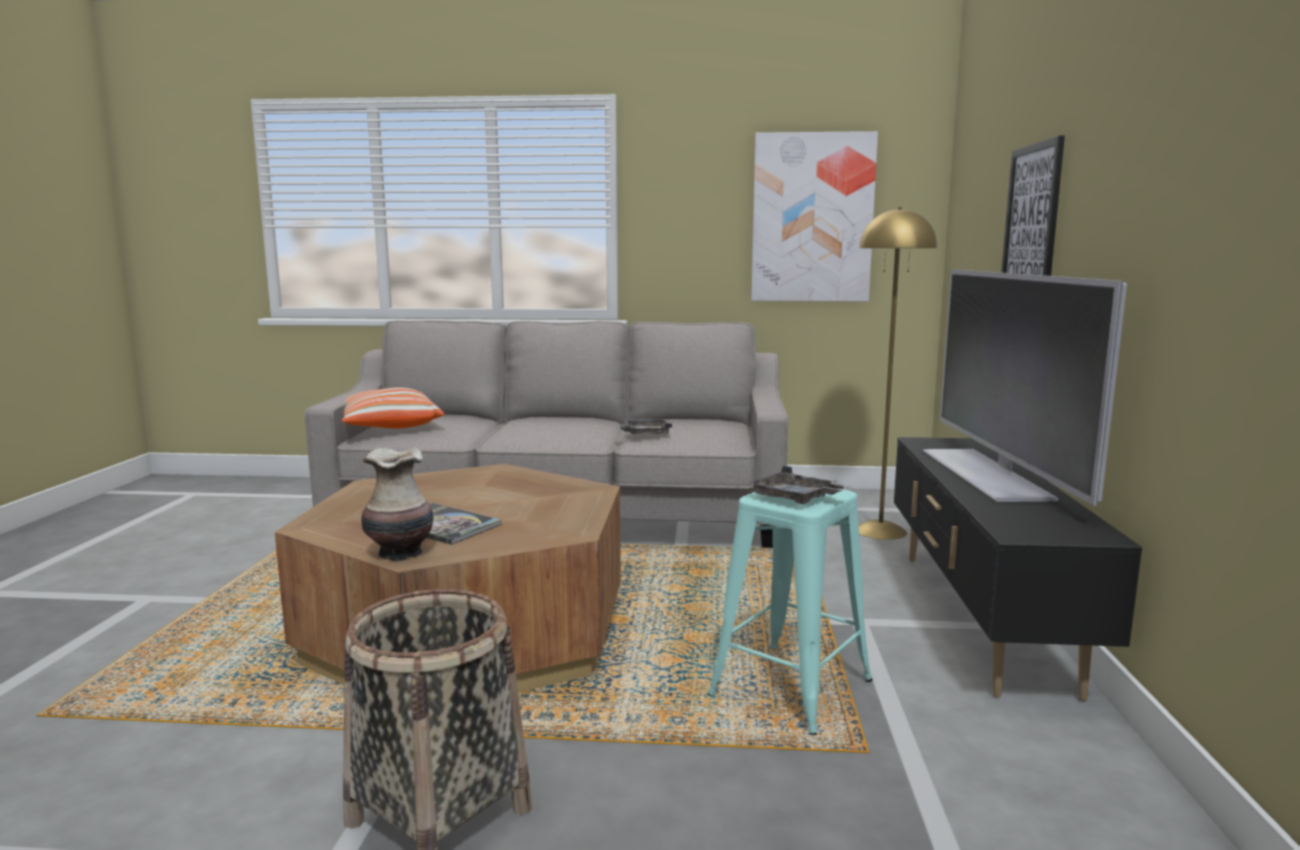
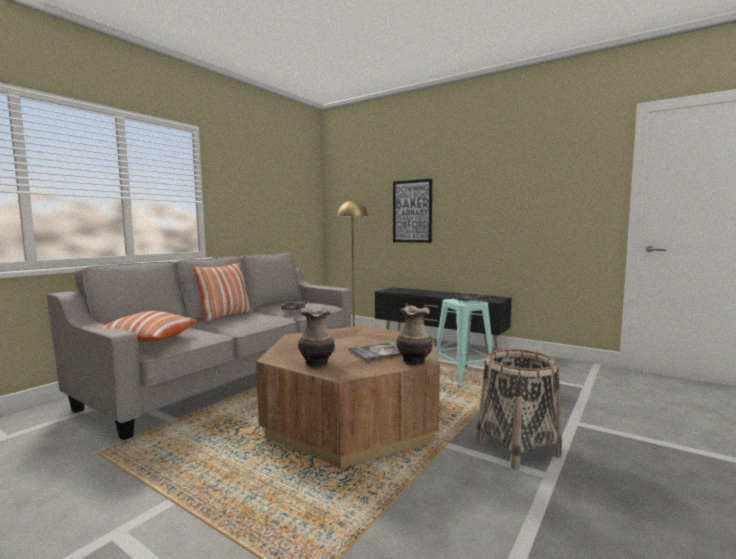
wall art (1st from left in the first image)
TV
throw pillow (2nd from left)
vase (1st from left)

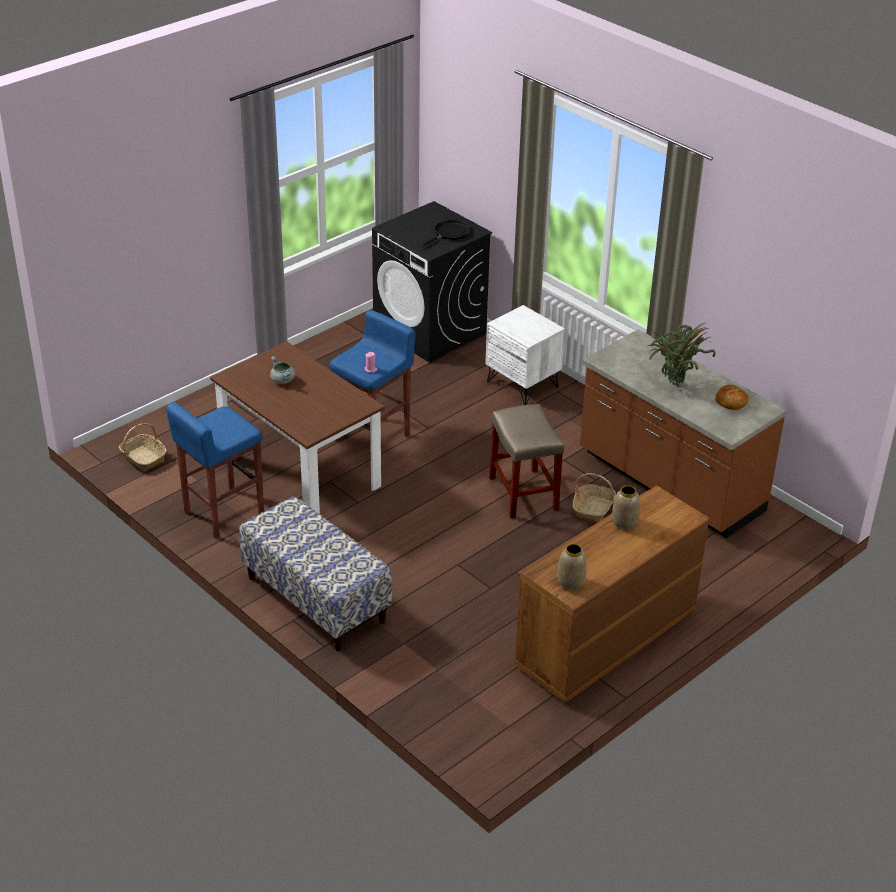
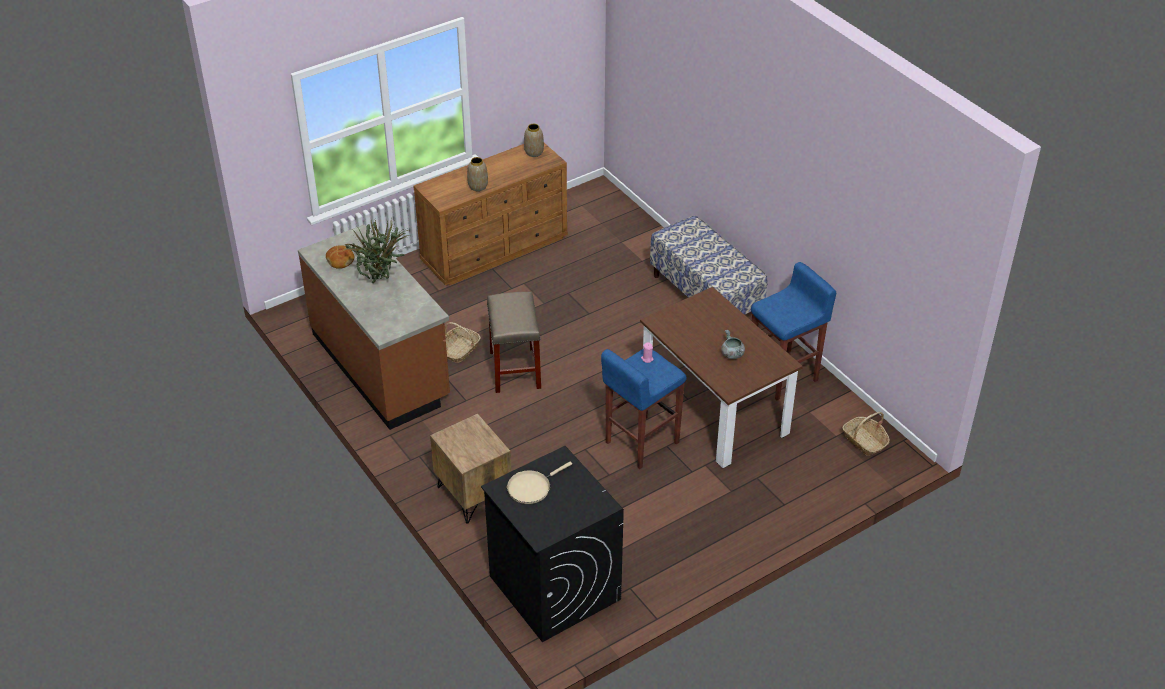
beige pan
brown-coloured night table

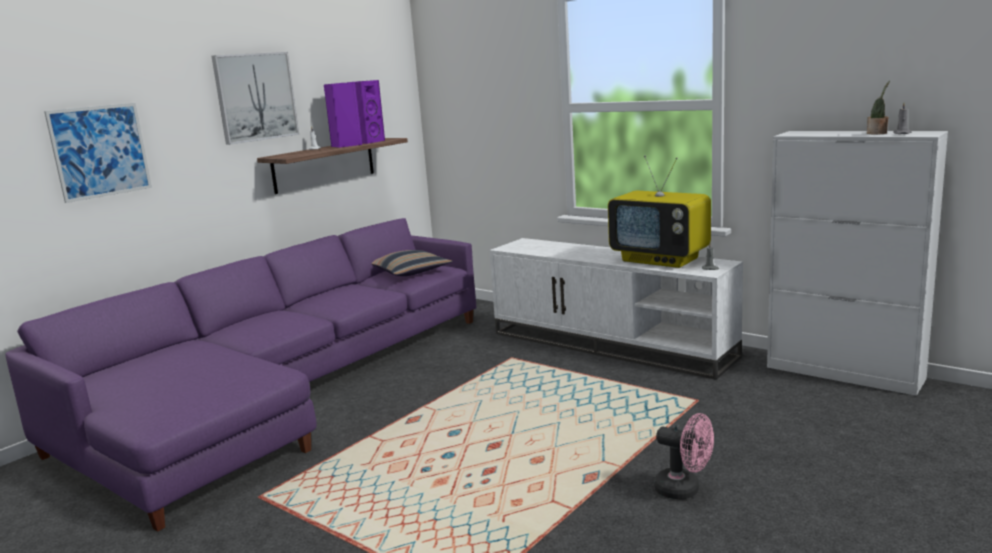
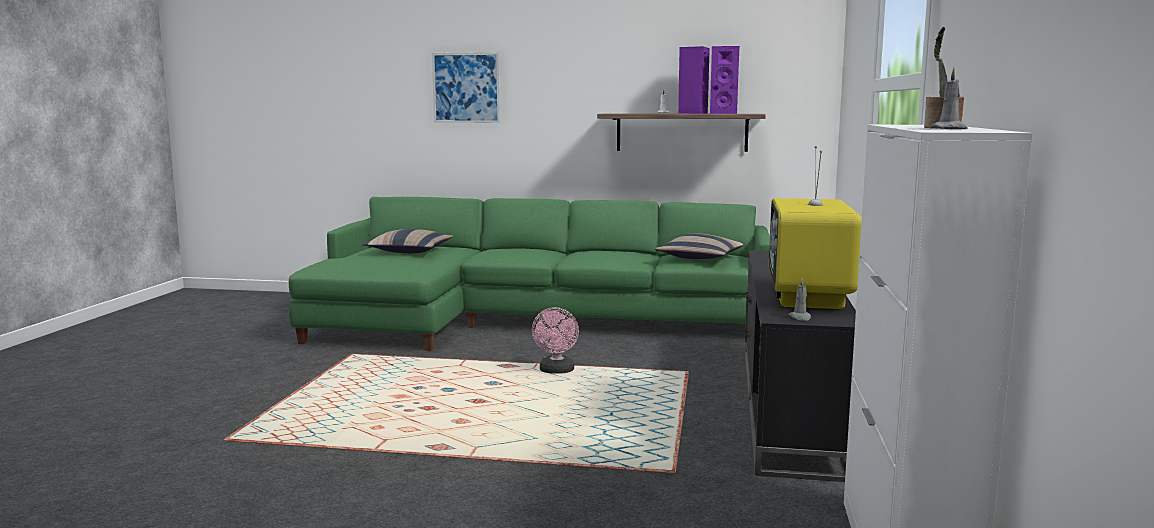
green-coloured sofa
wall art (2nd from left in the first image)
black-coloured tv stand
pink-coloured fan
throw pillow (1st from left)

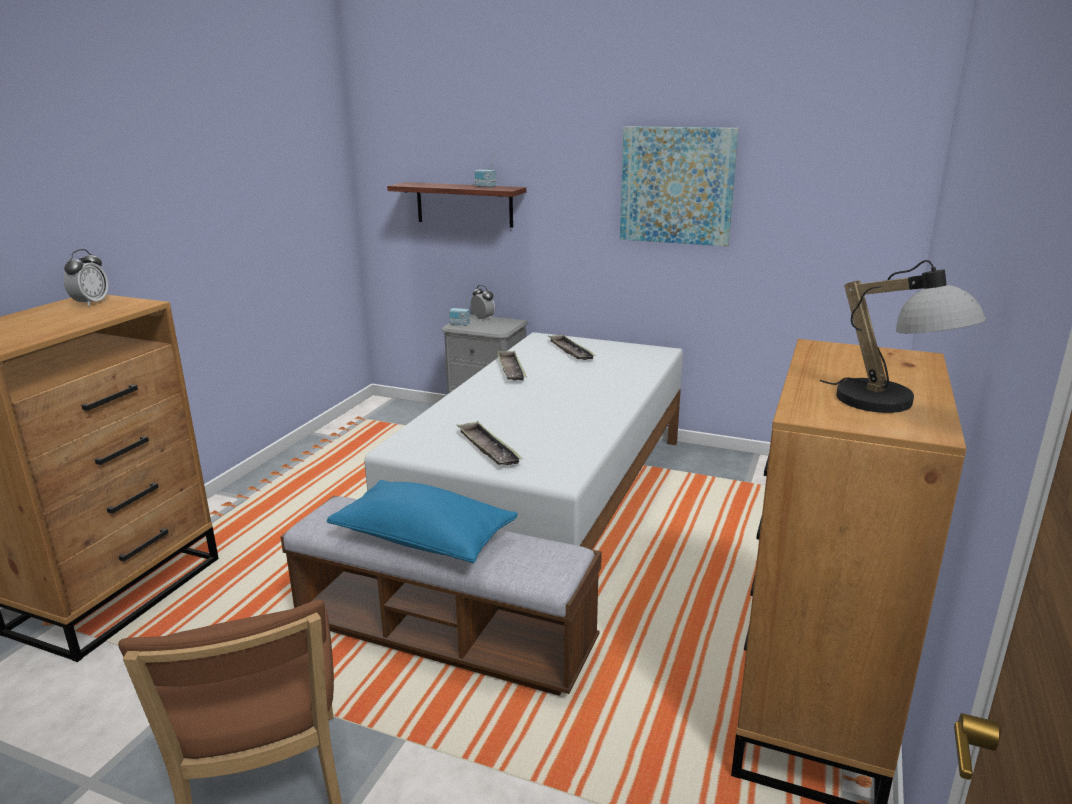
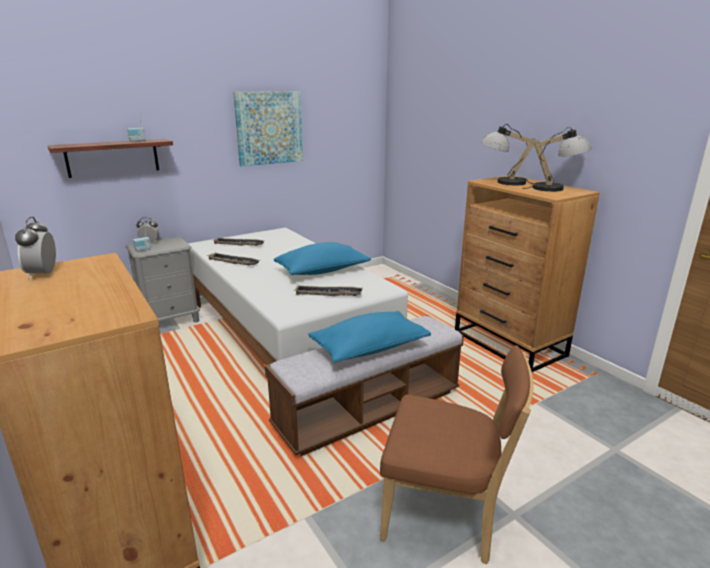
alarm clock (1st from left)
blue throw pillow (1st from left)
table lamp (1st from left)

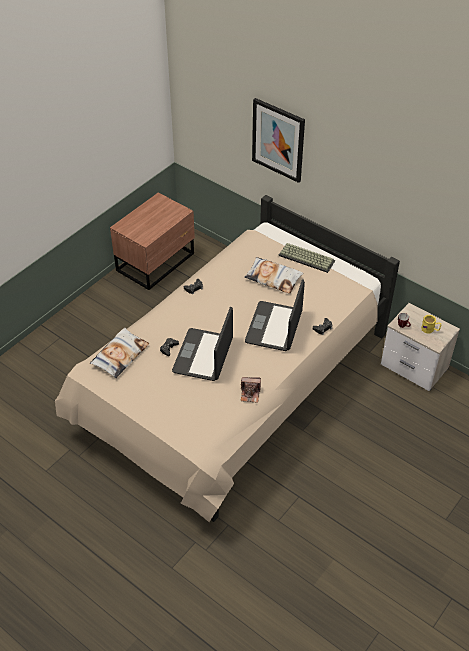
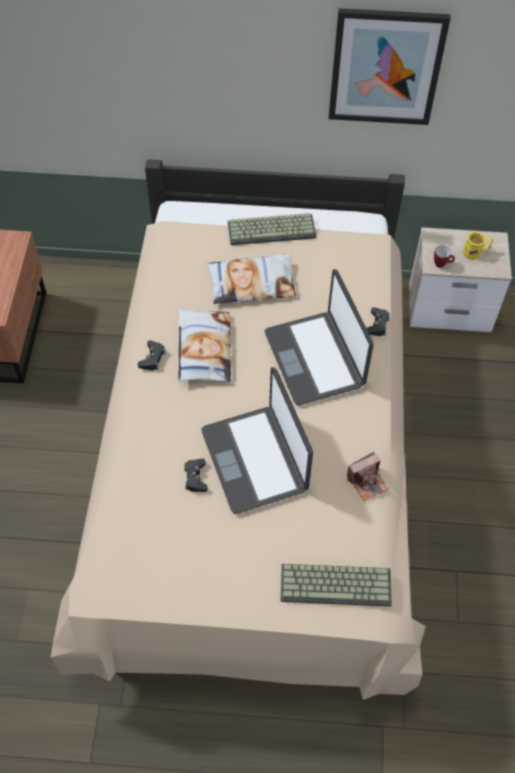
throw pillow (1st from left)
wall art
computer keyboard (2nd from left)

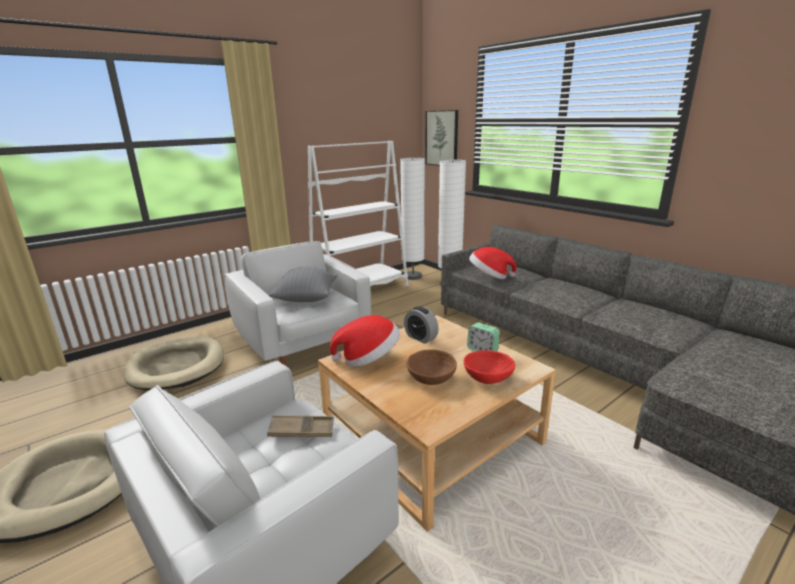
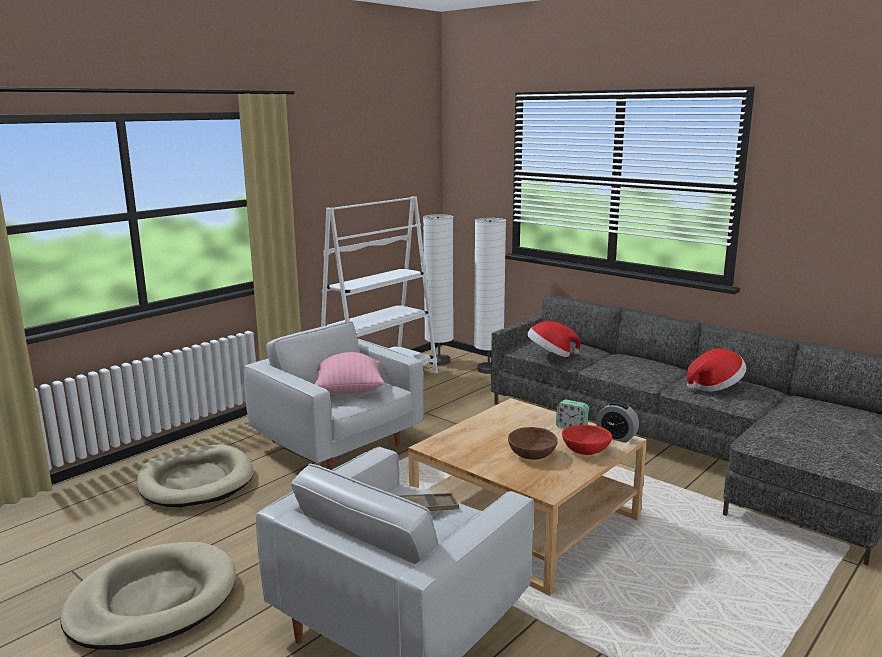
pink-coloured throw pillow
hat (2nd from left)
alarm clock (2nd from left)
wall art

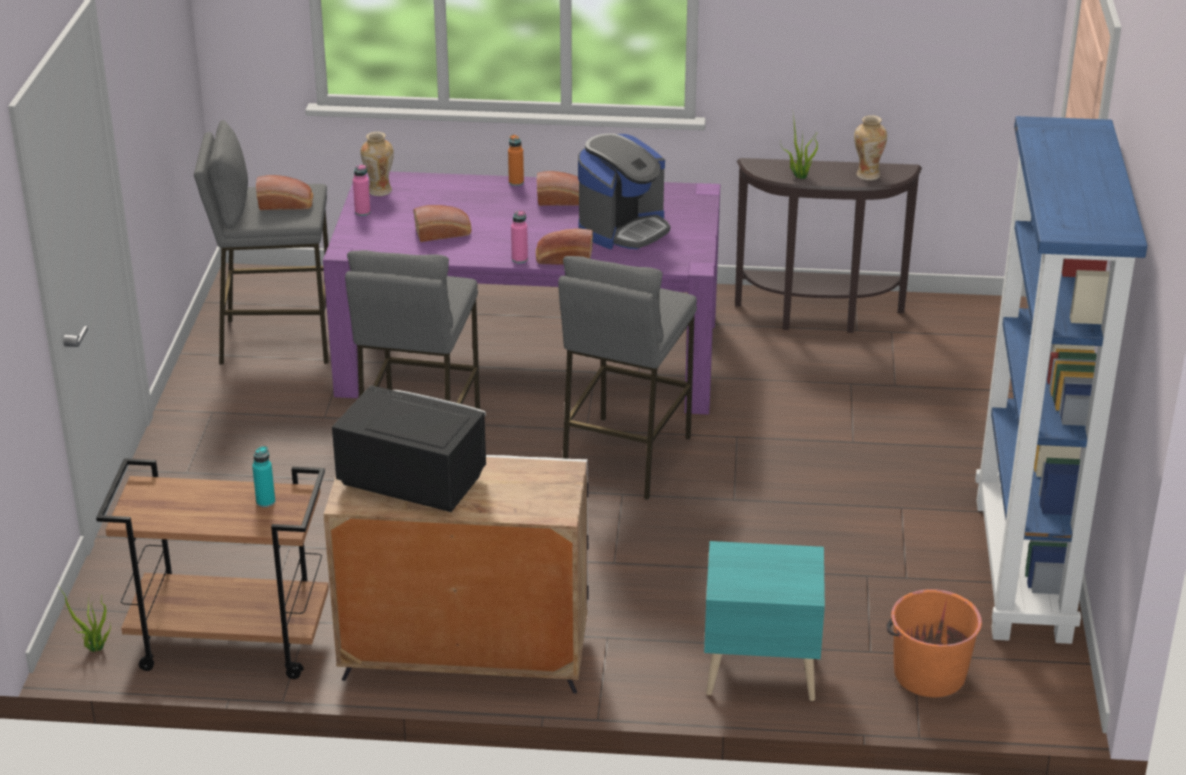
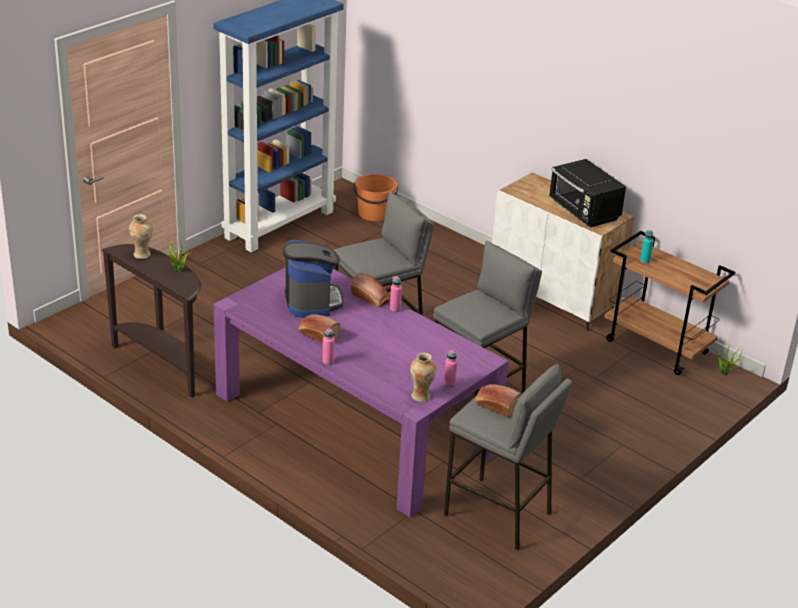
bread (2nd from left in the first image)
pink-coloured drink bottle (1st from left)
coffee brewer
turquoise-coloured night table

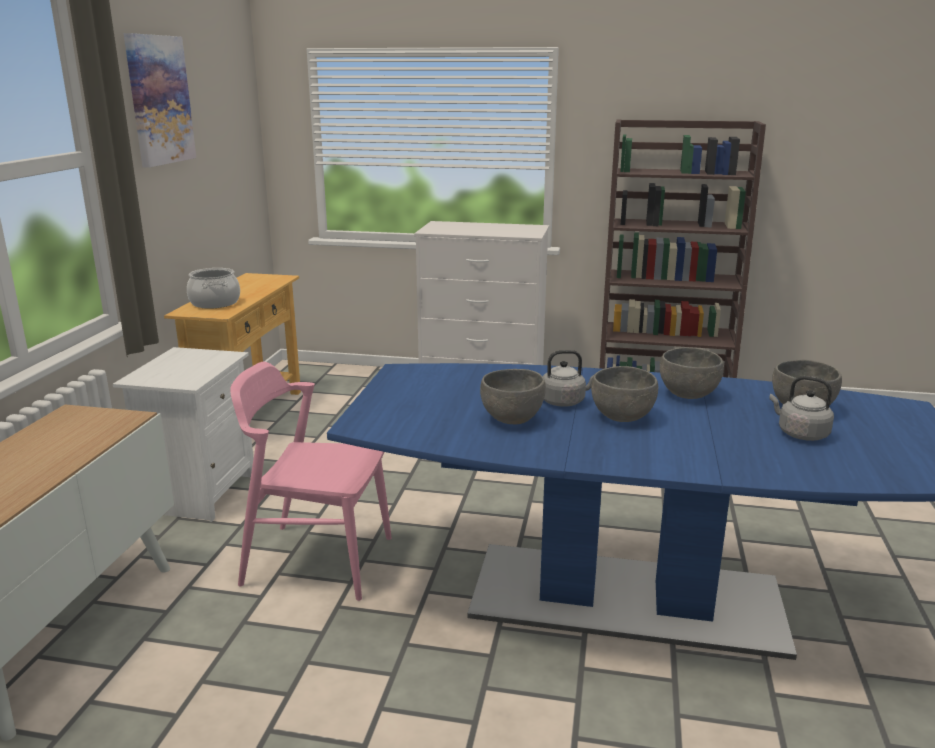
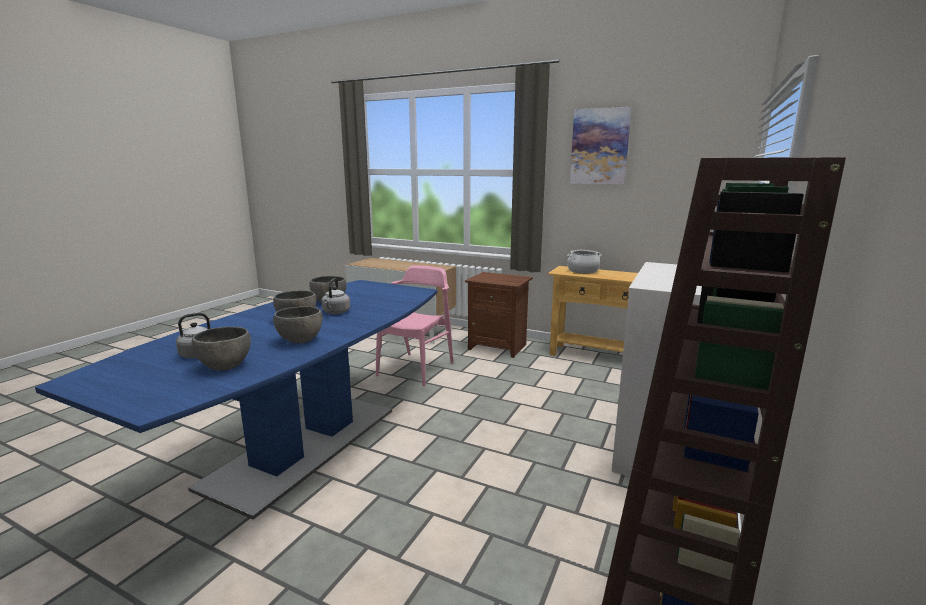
brown-coloured night table

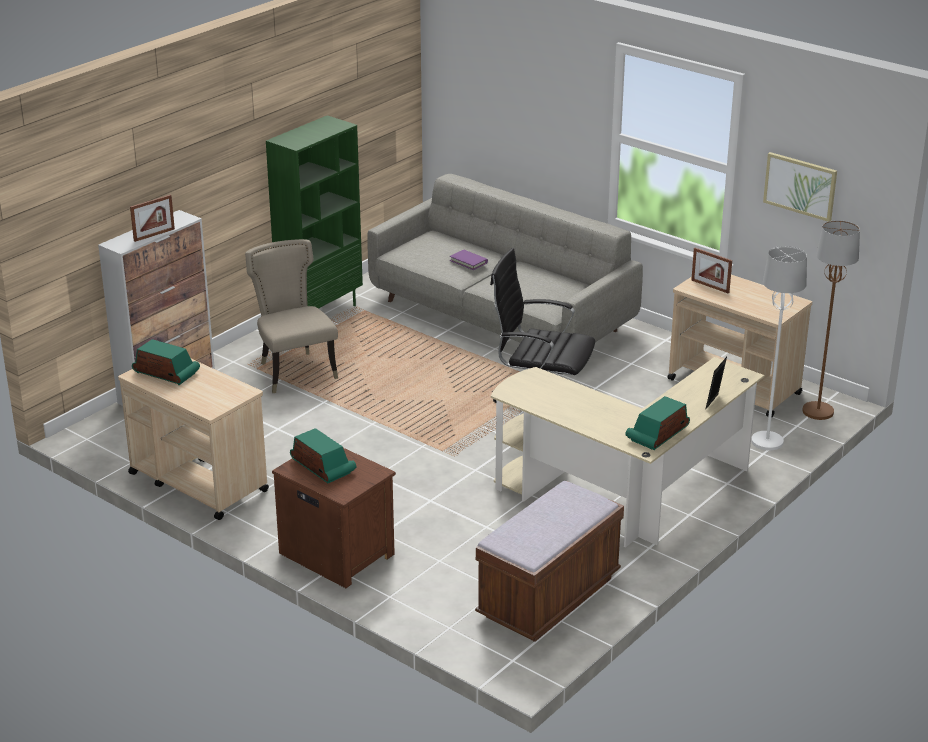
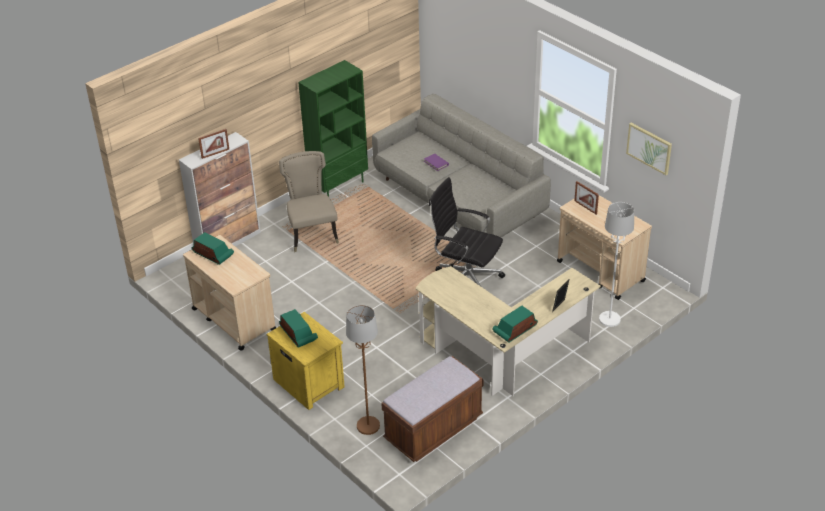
yellow-coloured night table
brown-coloured standard lamp

